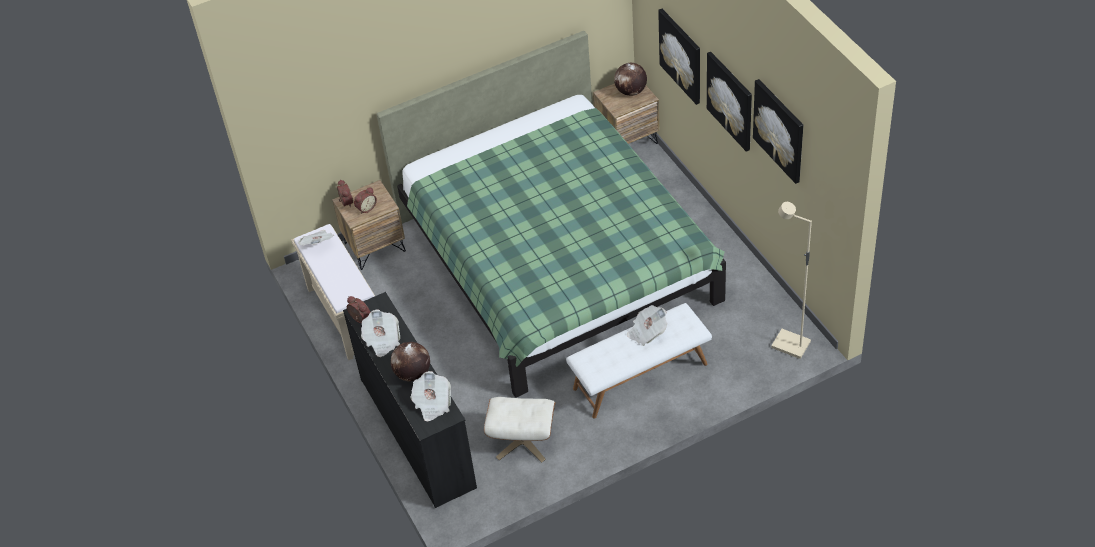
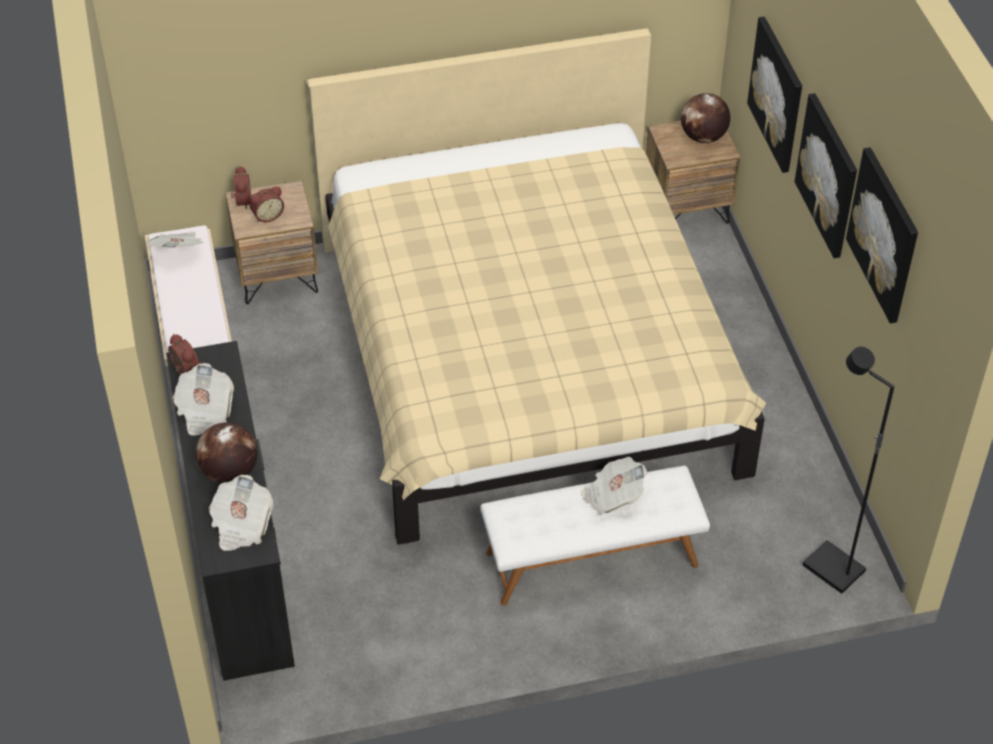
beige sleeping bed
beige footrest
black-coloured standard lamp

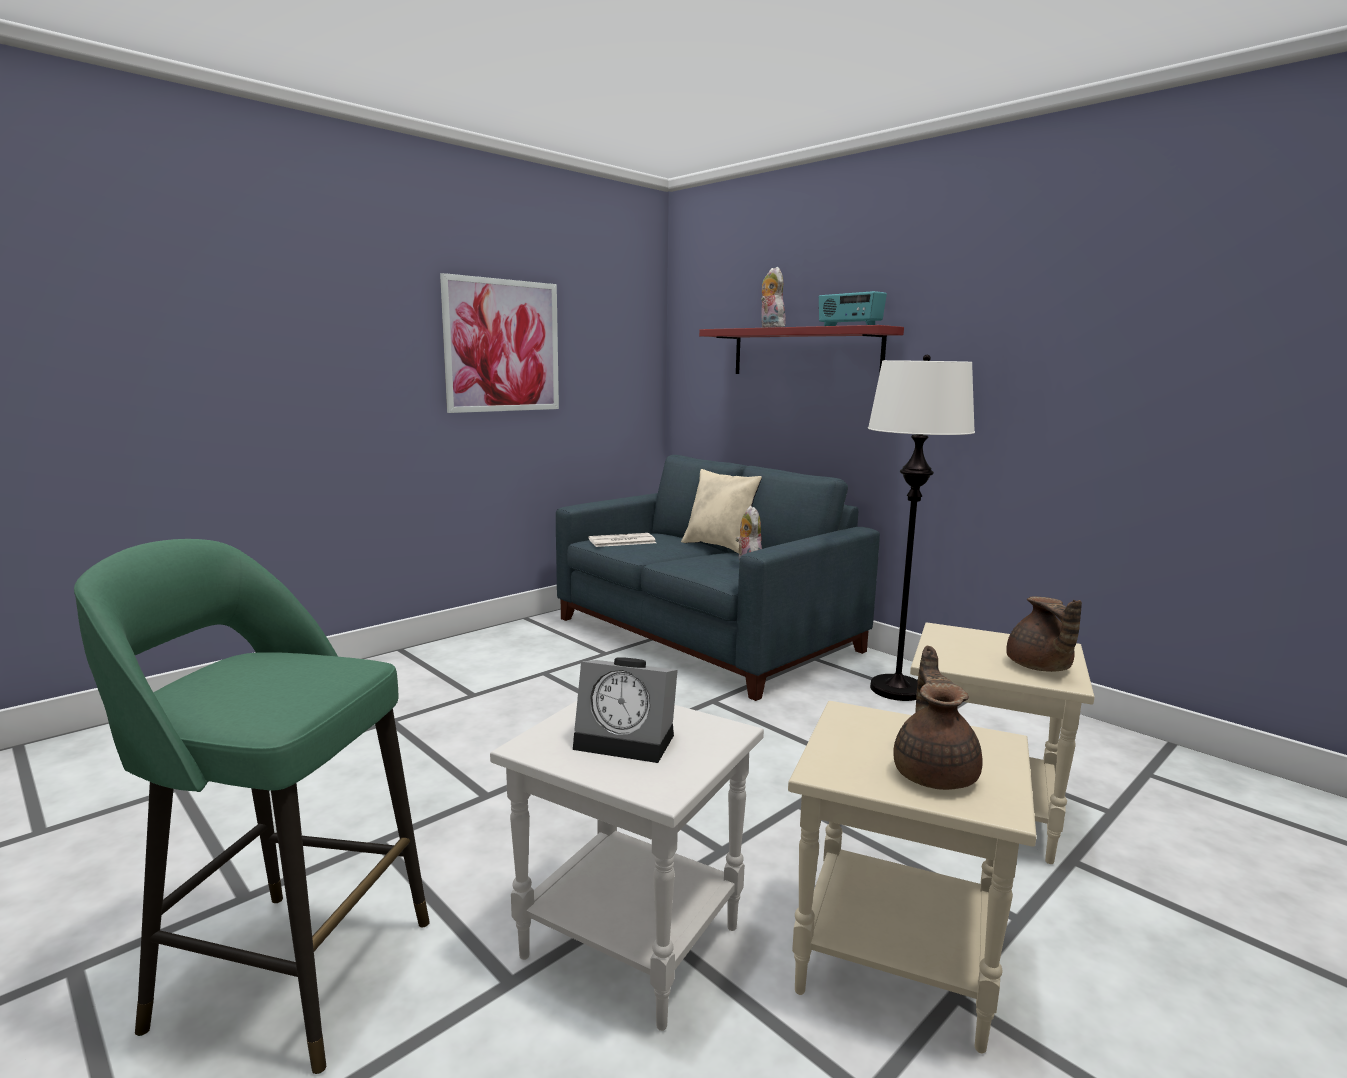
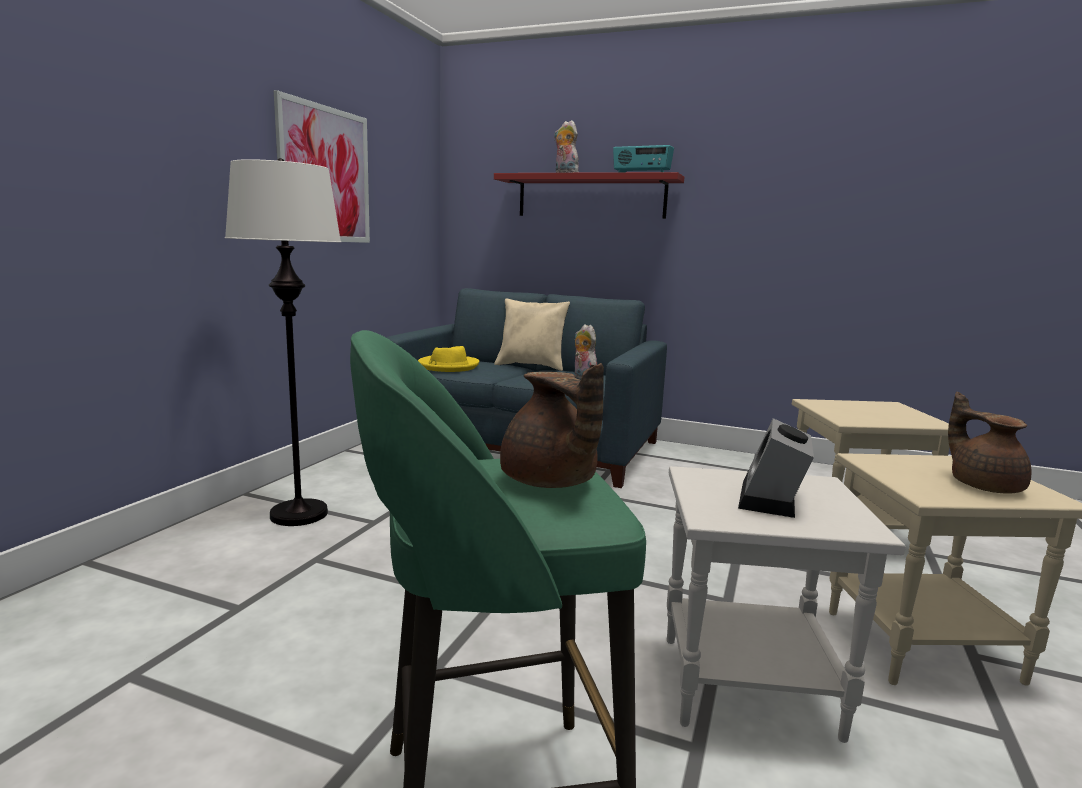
alarm clock
yellow-coloured hat
white-coloured standard lamp
brown-coloured teapot (1st from left)

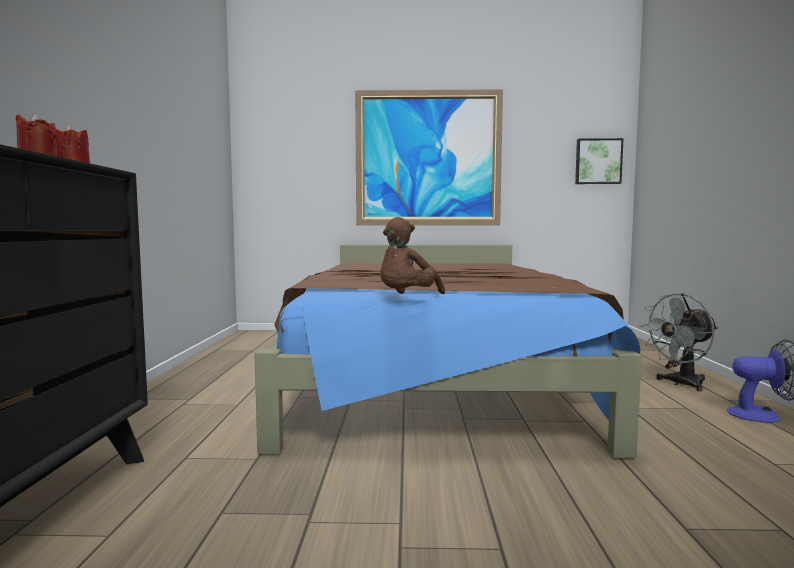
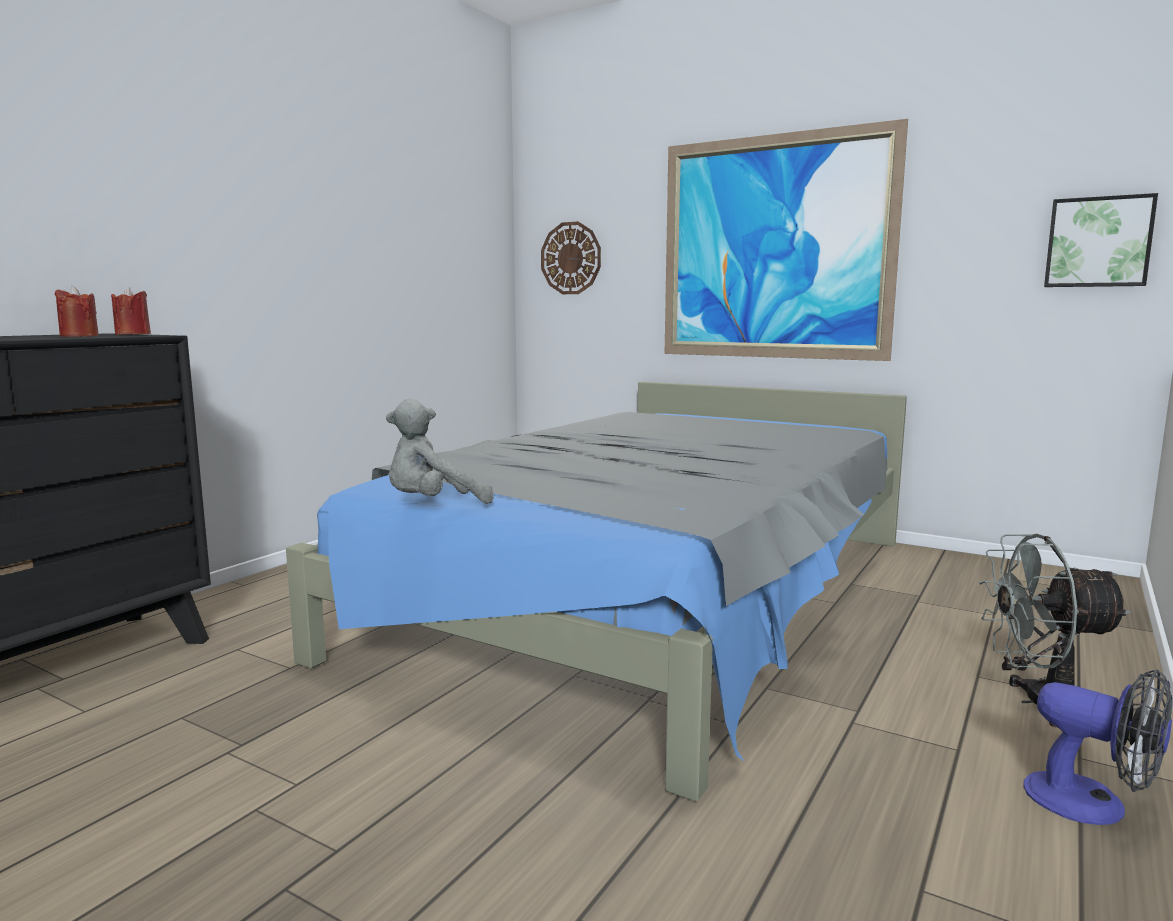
grey sleeping bed
grey cuddly toy
wall clock

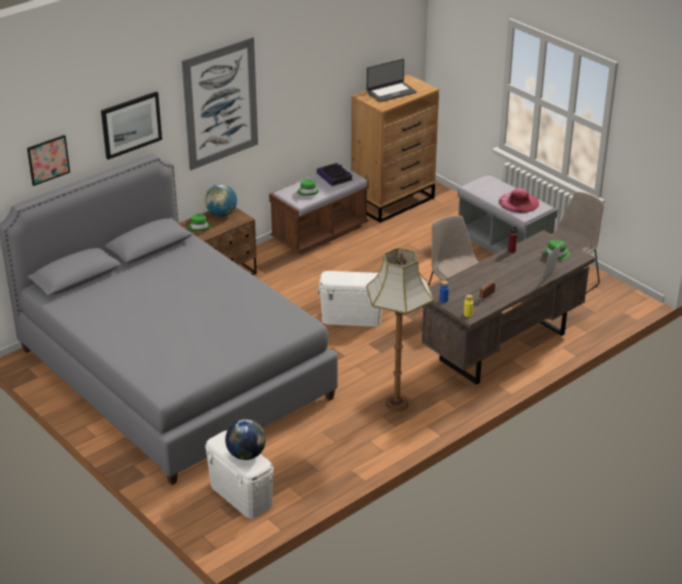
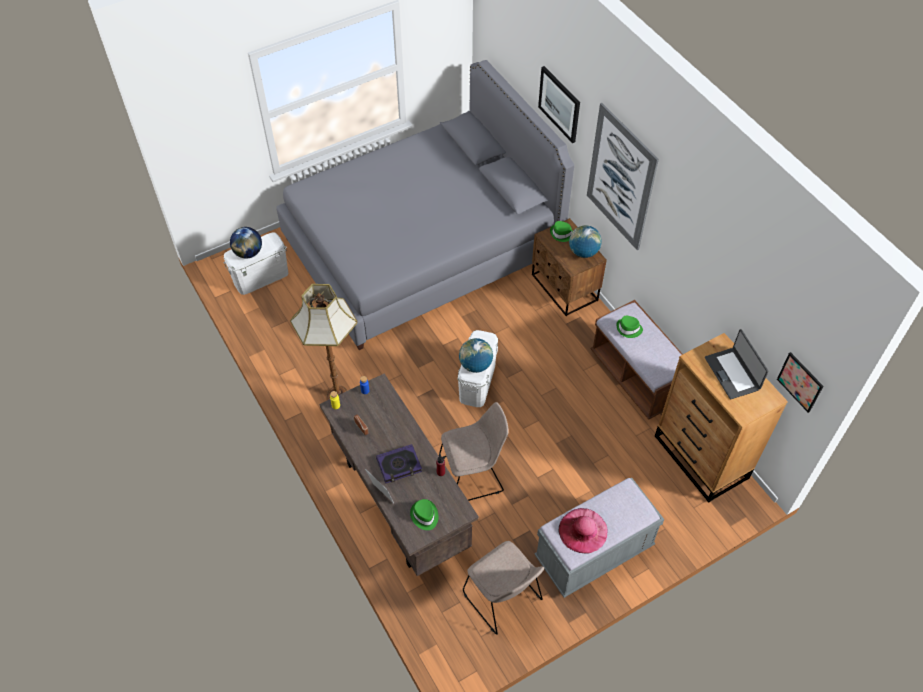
wall art (3rd from left)
book
globe (2nd from left)

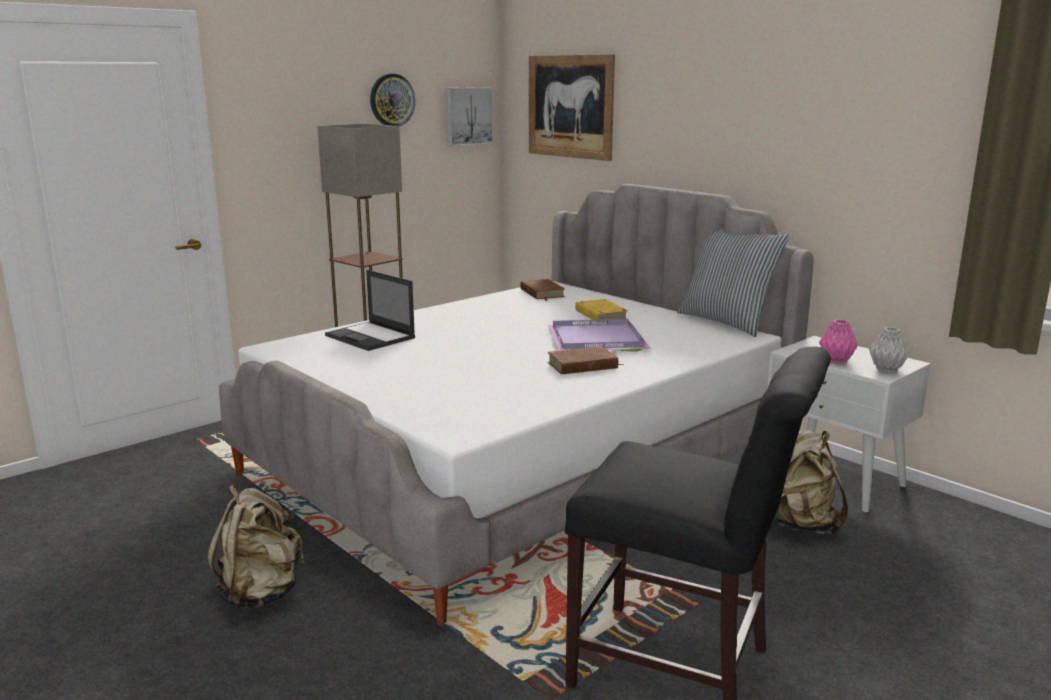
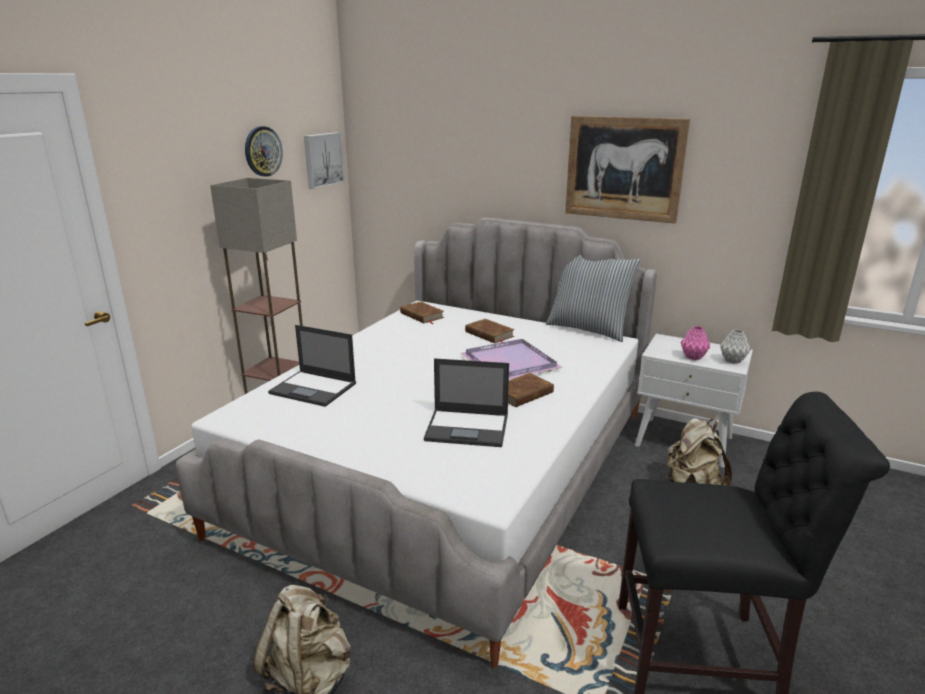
wall art (2nd from left)
brown-coloured book (2nd from left)
notebook computer (2nd from left)

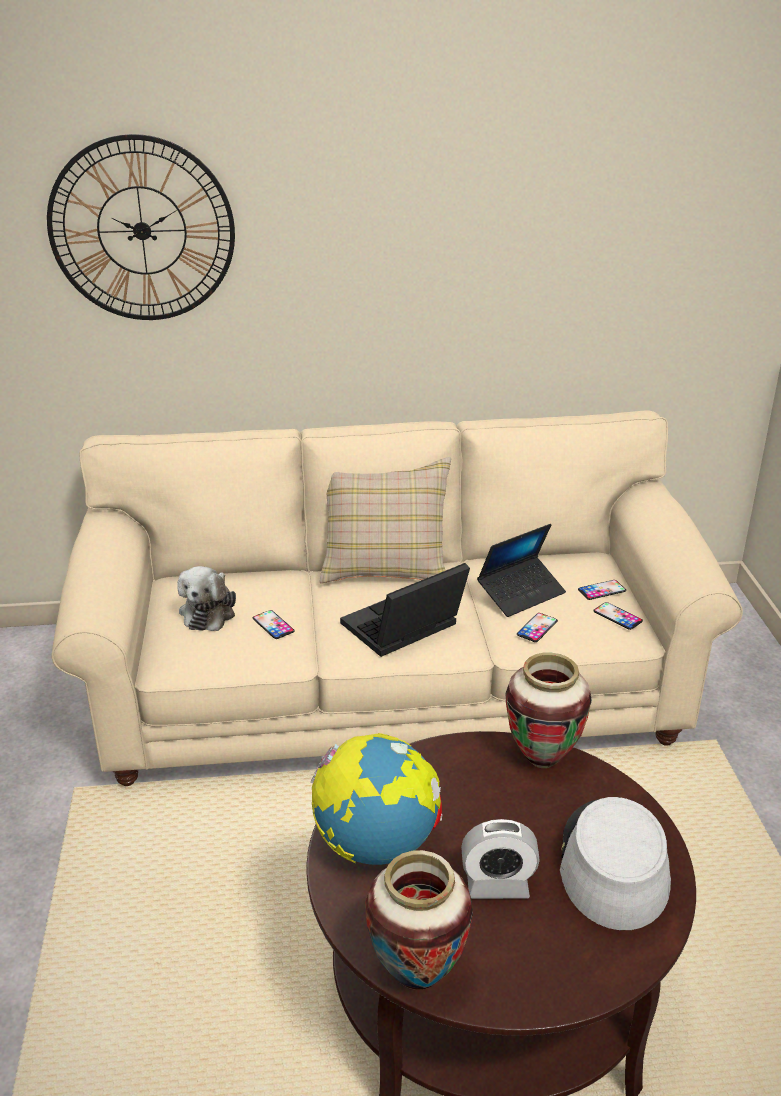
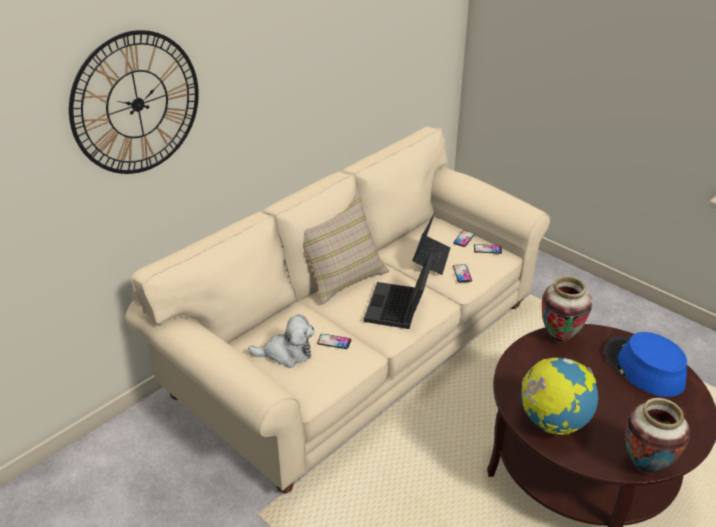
cuddly toy
alarm clock
blue hat

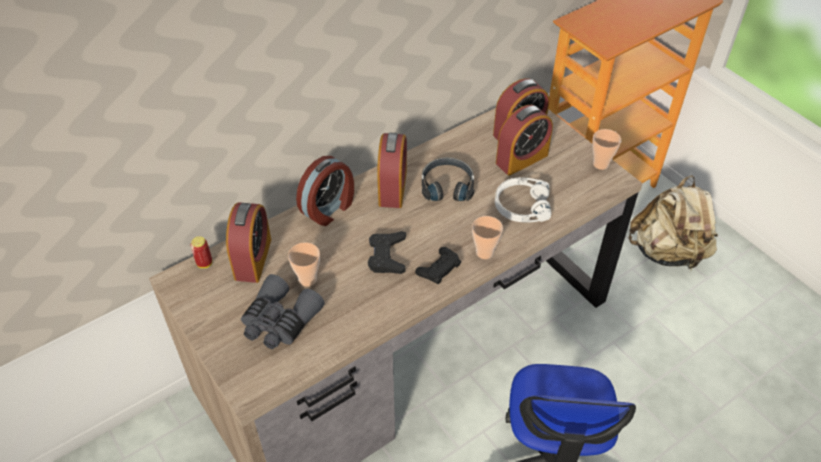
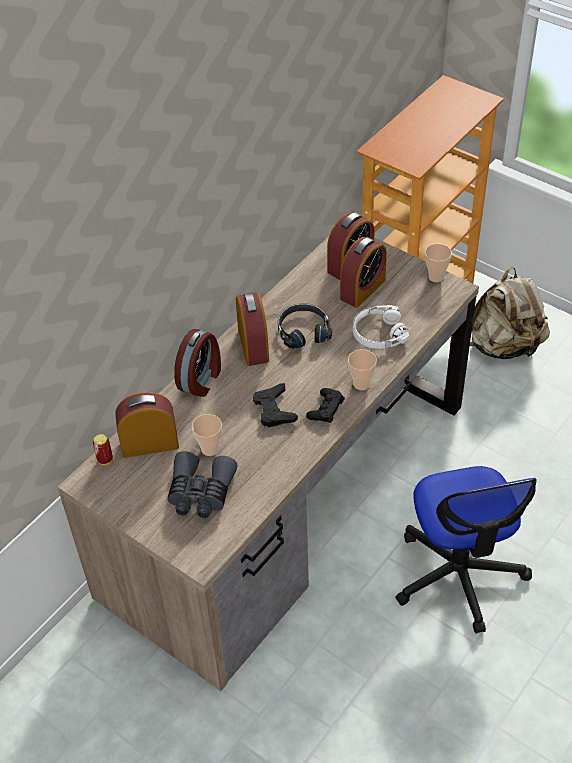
alarm clock (1st from left)

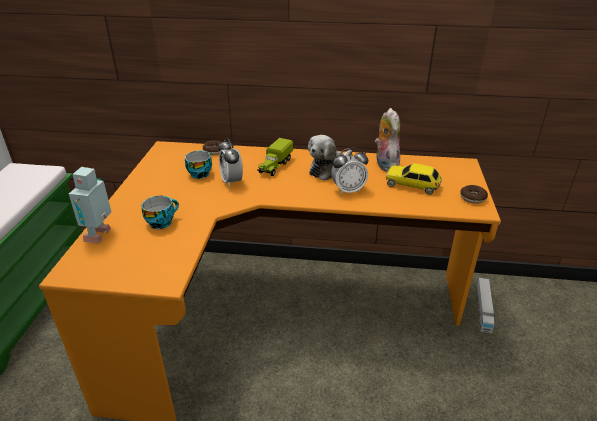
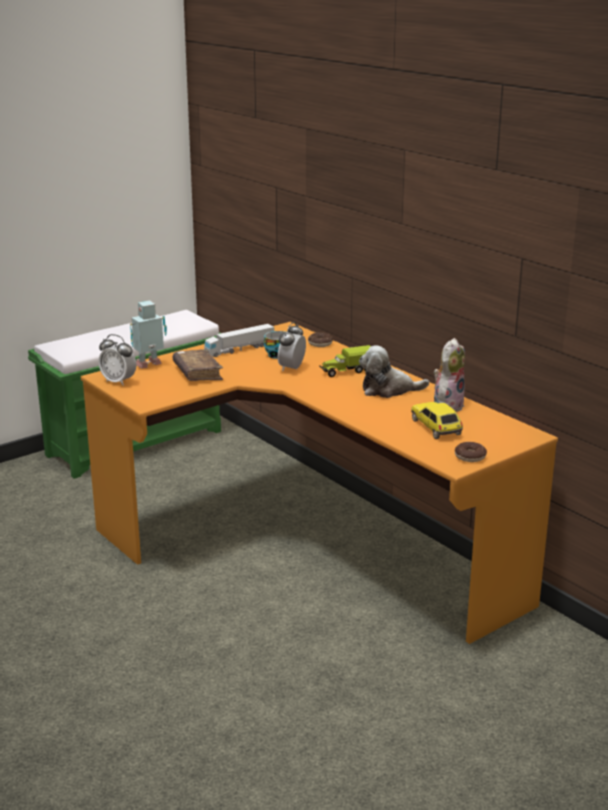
brown-coloured book
alarm clock (1st from left)
toy lorry (1st from left)

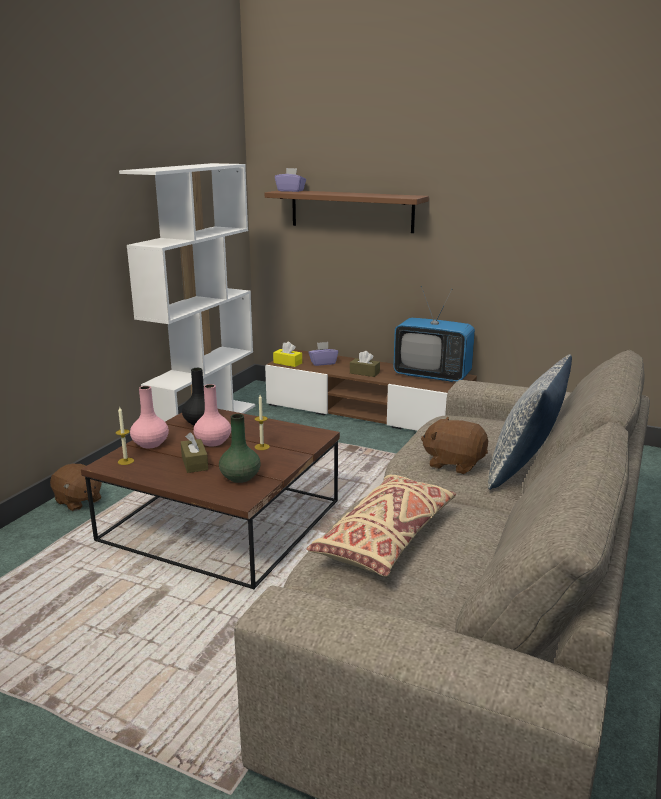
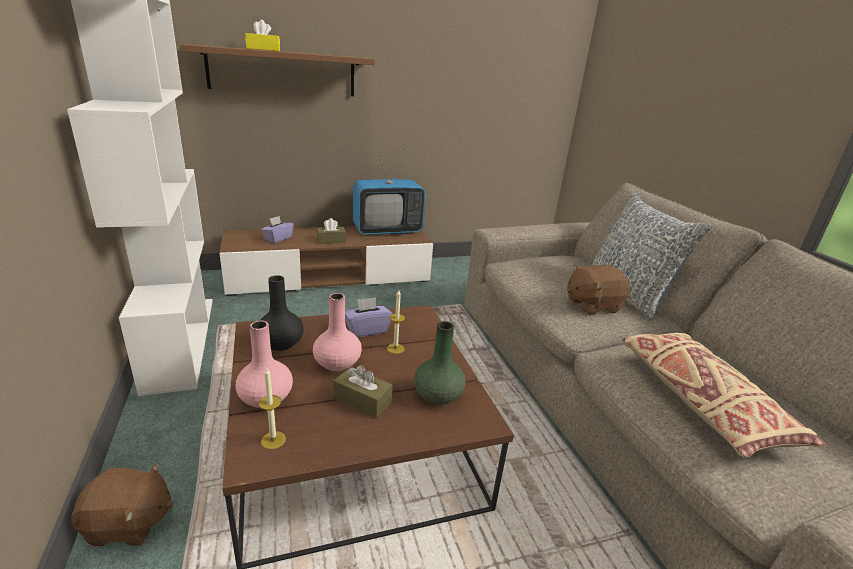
yellow-coloured box of tissues
purple-coloured box of tissues (2nd from left)

